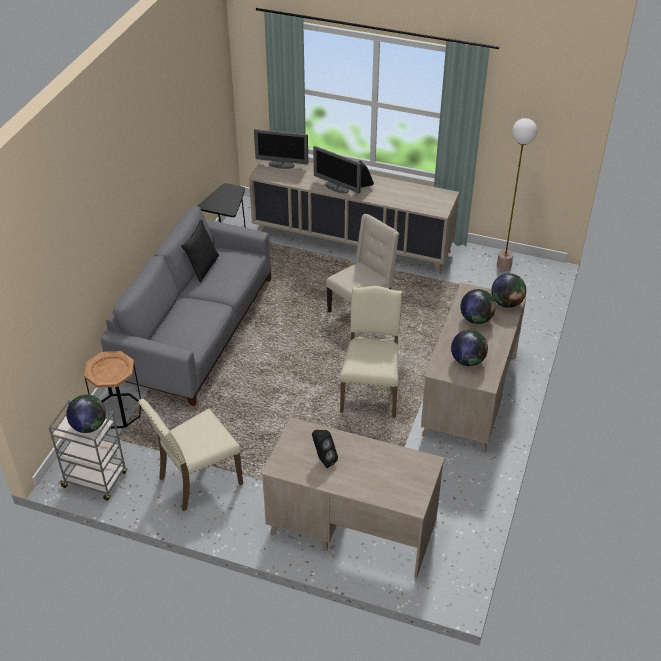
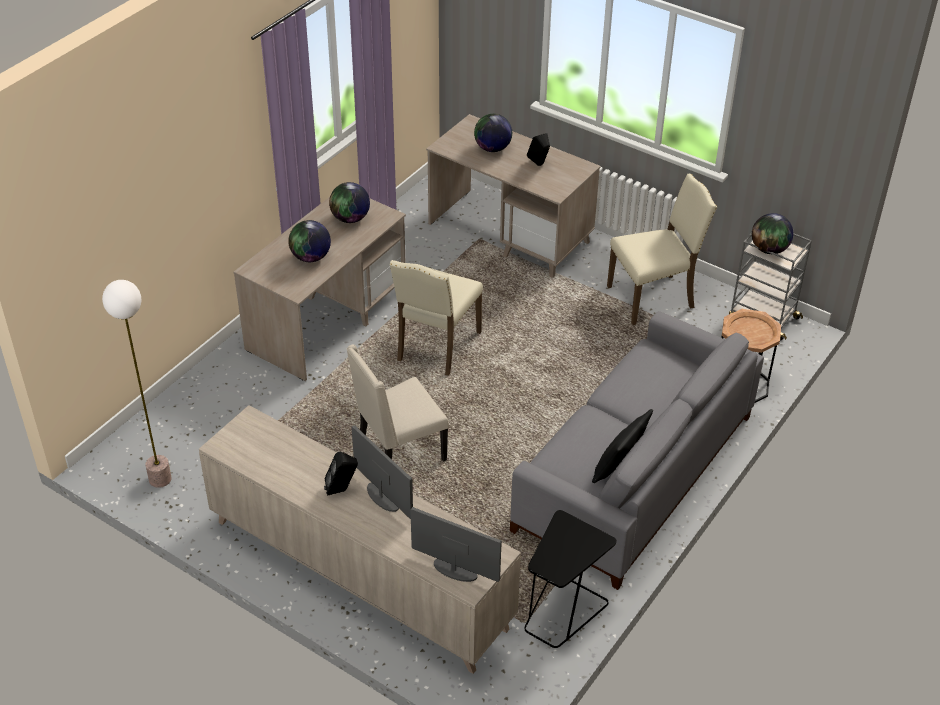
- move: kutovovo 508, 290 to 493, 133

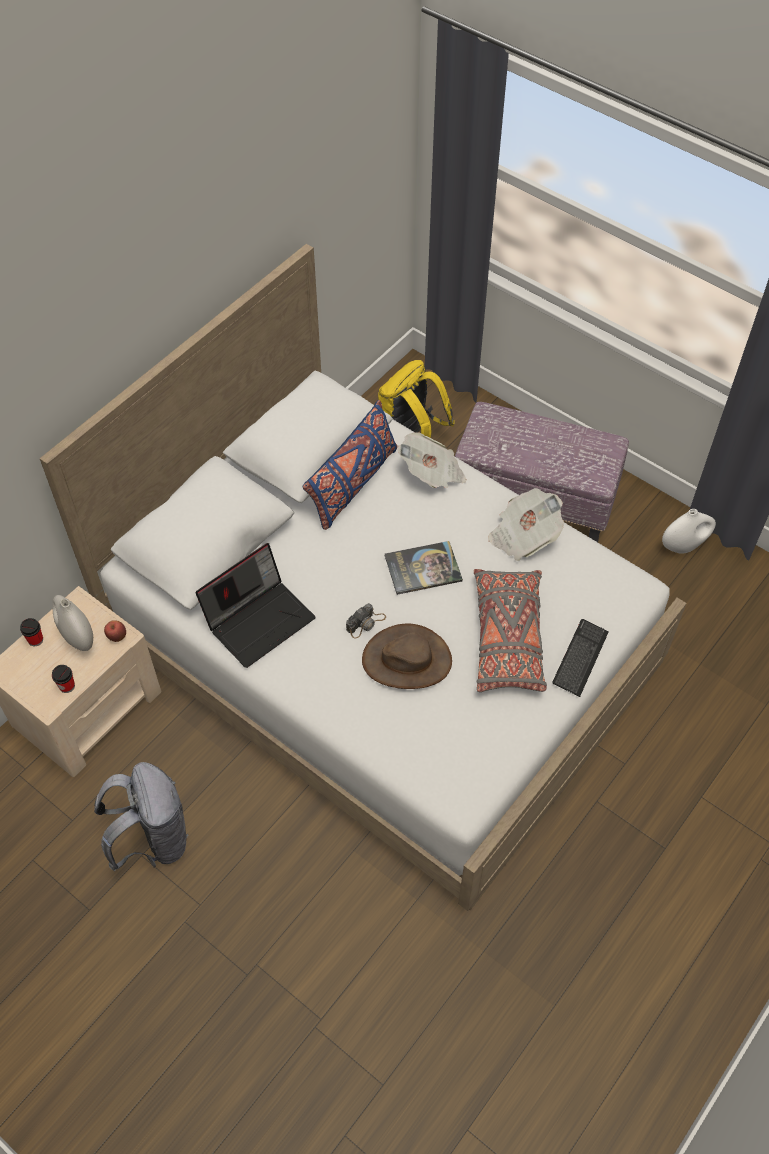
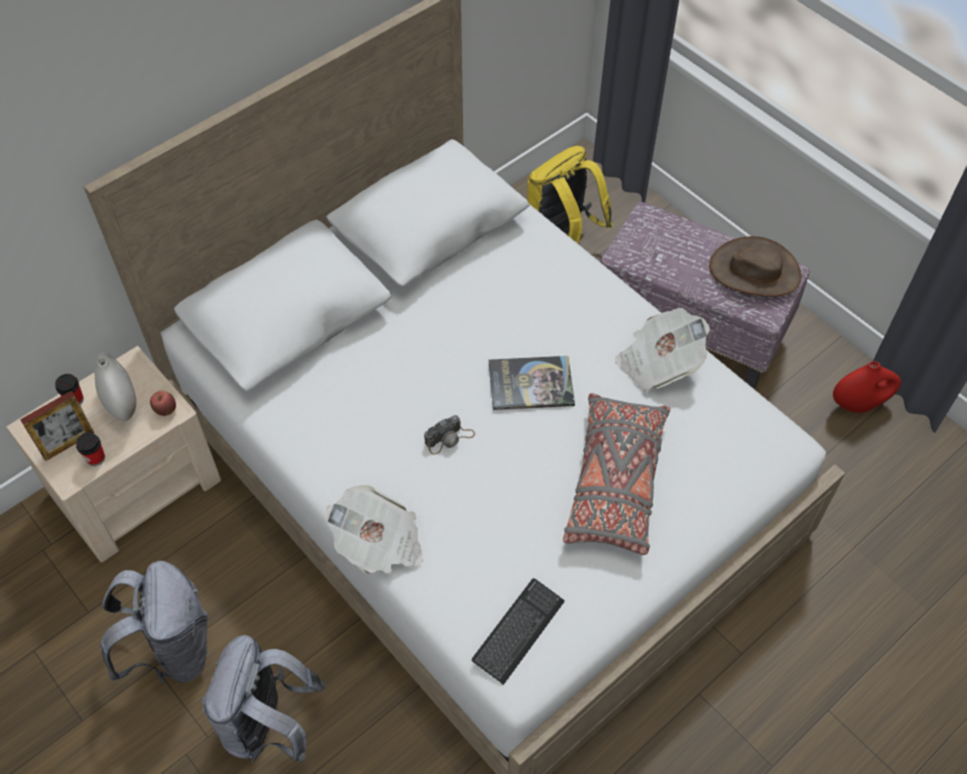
- delete: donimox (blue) 350, 465
- move: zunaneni 432, 460 to 374, 529
- recolor: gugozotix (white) 689, 531 to gugozotix (red) 867, 387
- delete: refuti 256, 605
- move: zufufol 580, 658 to 518, 631
- move: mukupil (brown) 407, 656 to 755, 266
- insert: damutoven 57, 426
- insert: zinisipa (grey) 264, 699

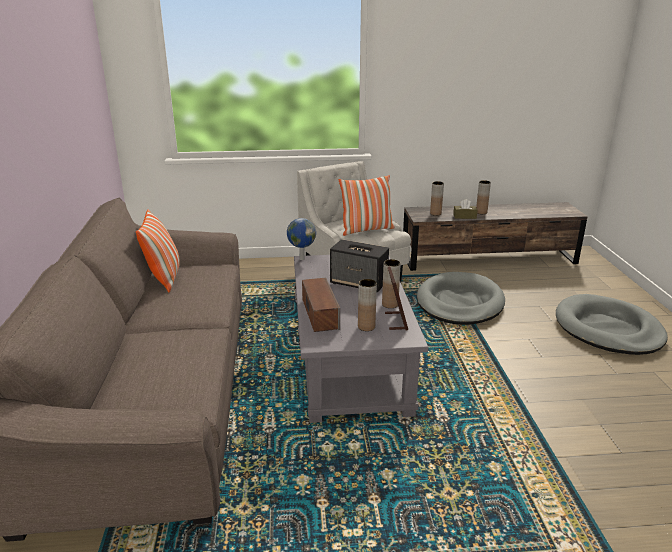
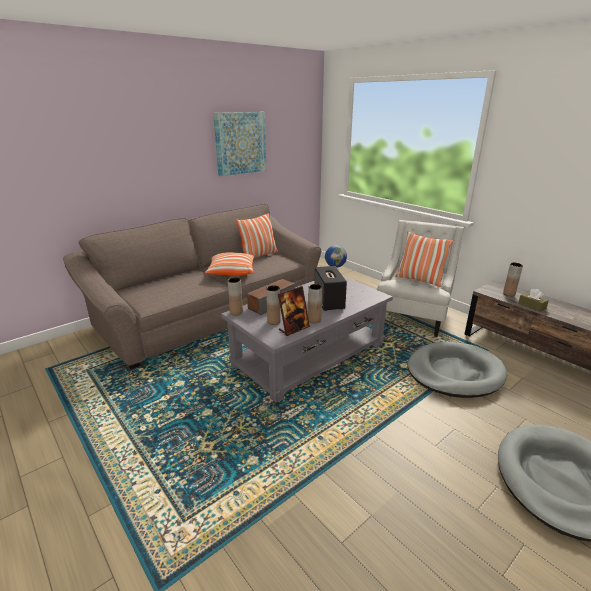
- move: gugozotix (brown) 483, 197 to 235, 296
- insert: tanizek 239, 144
- insert: donimox 229, 264

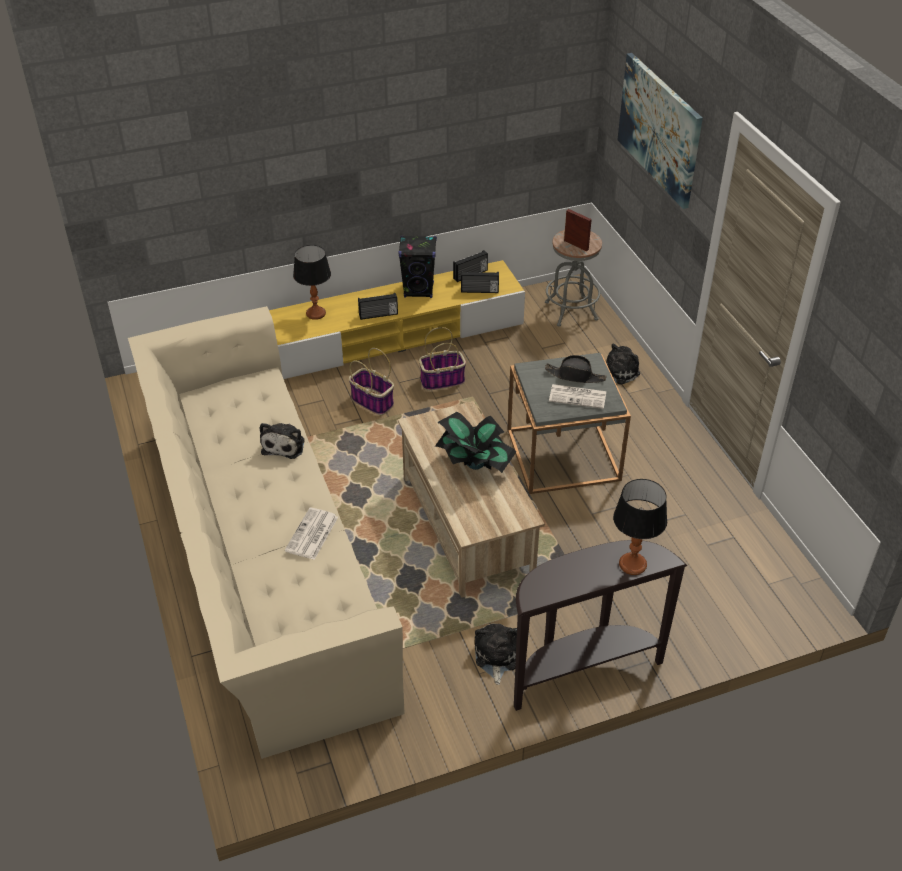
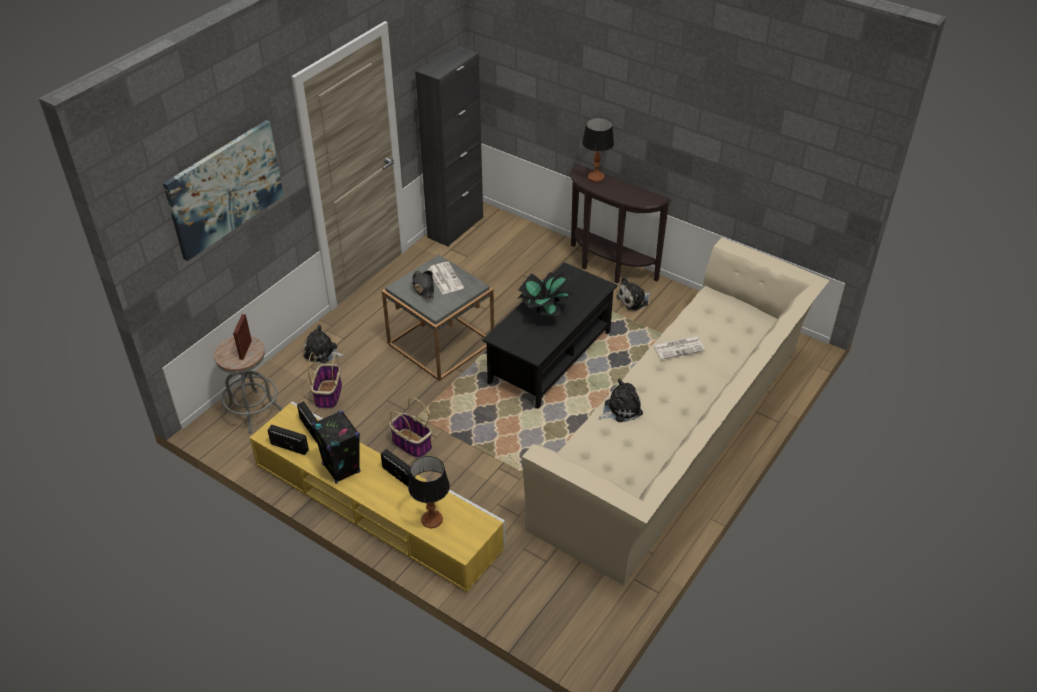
- move: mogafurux 371, 381 to 325, 381
- recolor: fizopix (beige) 471, 499 to fizopix (black) 549, 335
- insert: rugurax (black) 449, 146

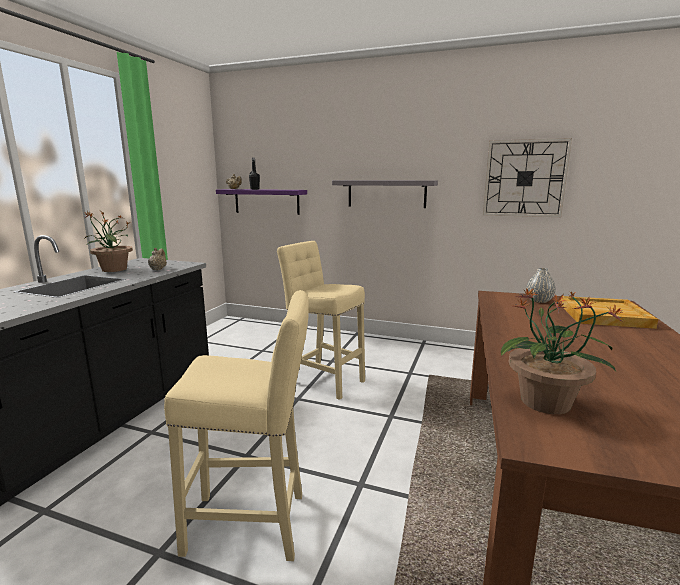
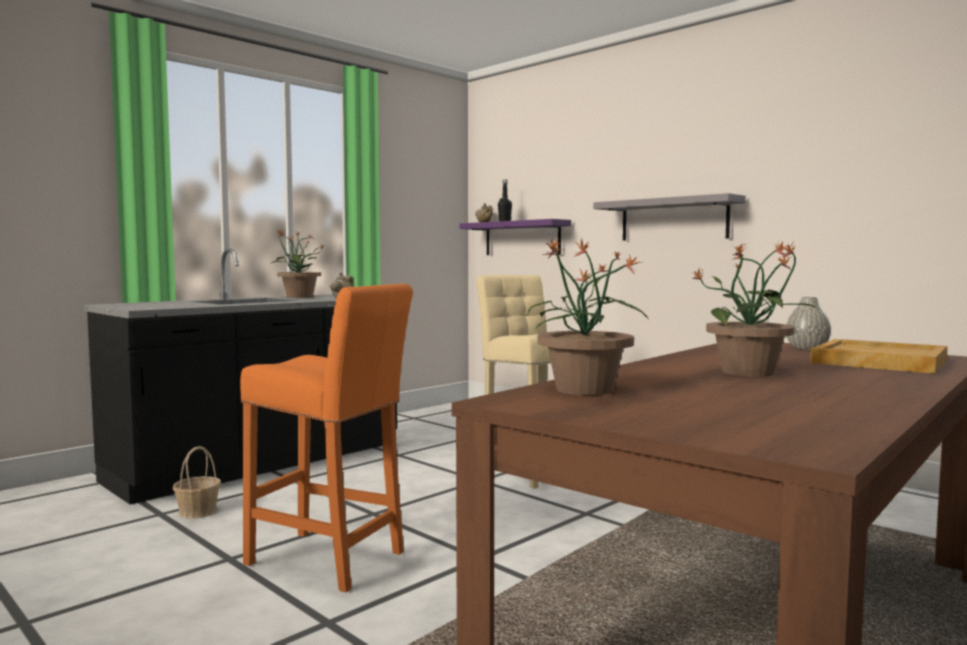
- delete: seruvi 527, 177
- recolor: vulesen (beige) 236, 425 to vulesen (orange) 326, 438
- insert: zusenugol 755, 309
- insert: mogafurux 196, 482

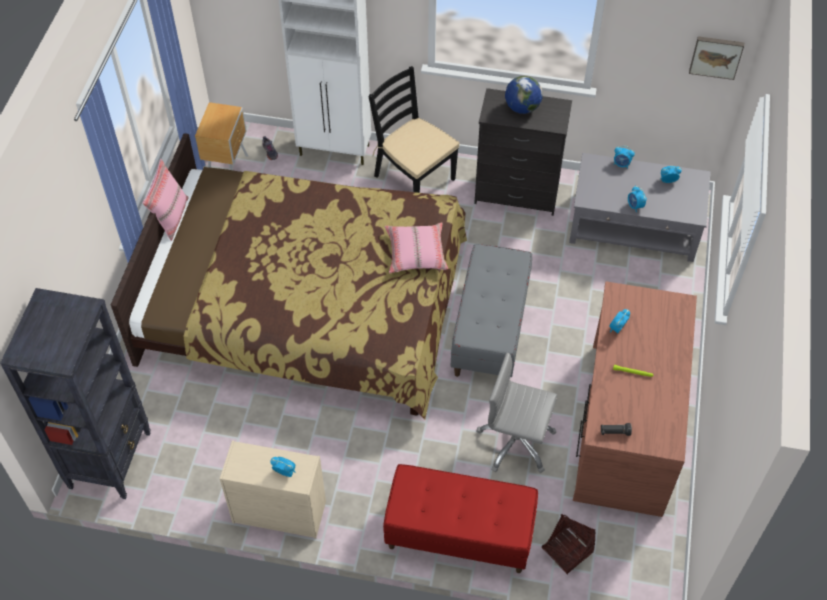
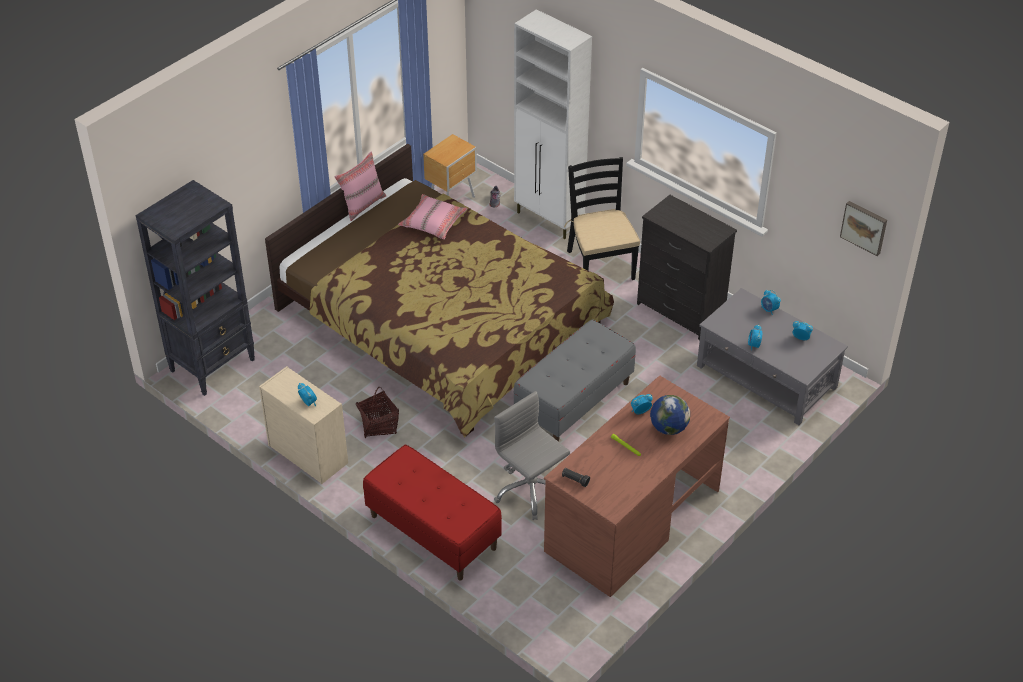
- move: kutovovo 524, 95 to 670, 415
- move: donimox (pink) 416, 247 to 433, 216
- move: mogafurux 568, 544 to 377, 413

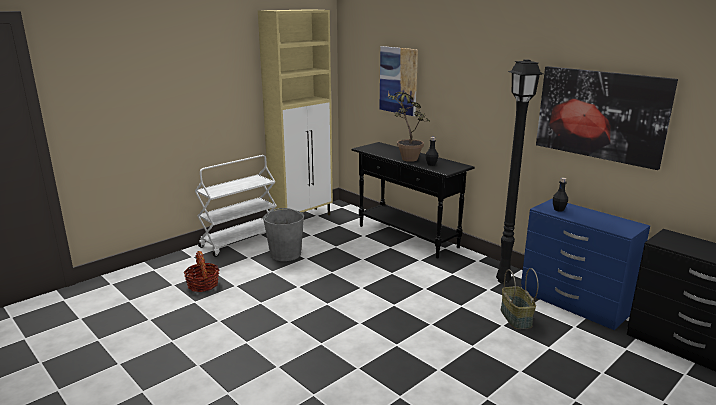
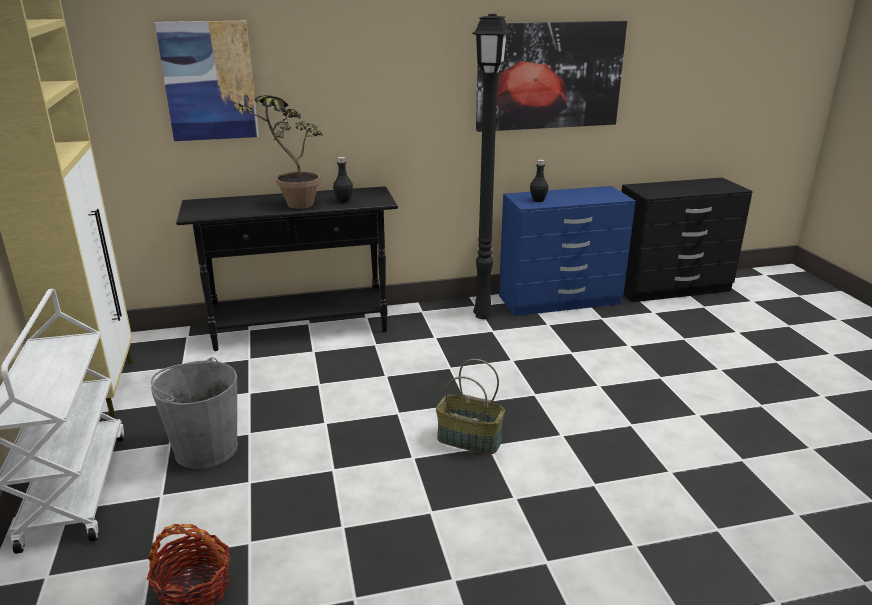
- move: mogafurux 519, 298 to 470, 406

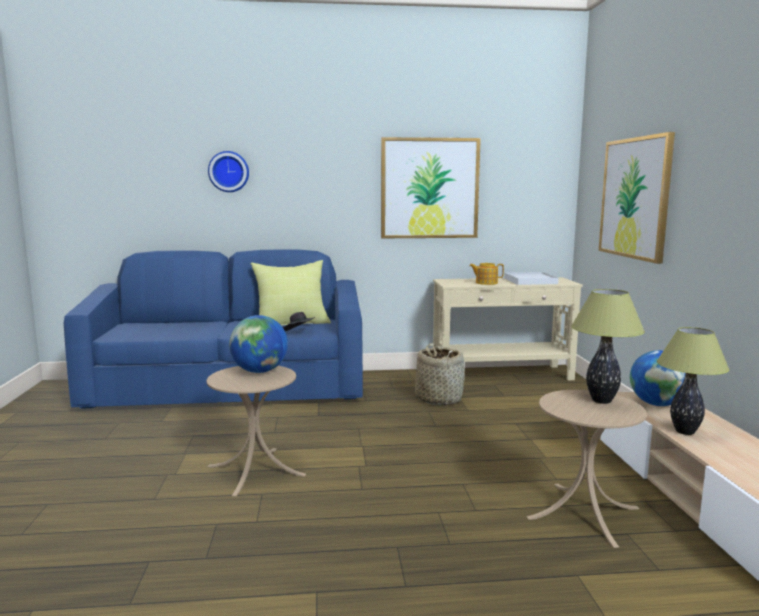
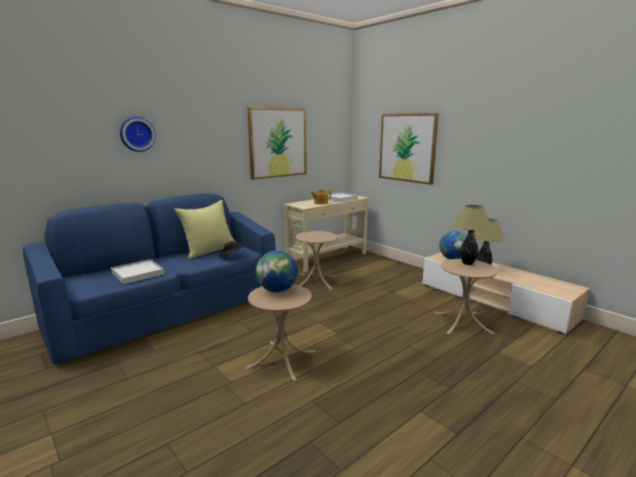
- replace: mogafurux 440, 374 to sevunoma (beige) 316, 260
- insert: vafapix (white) 138, 271

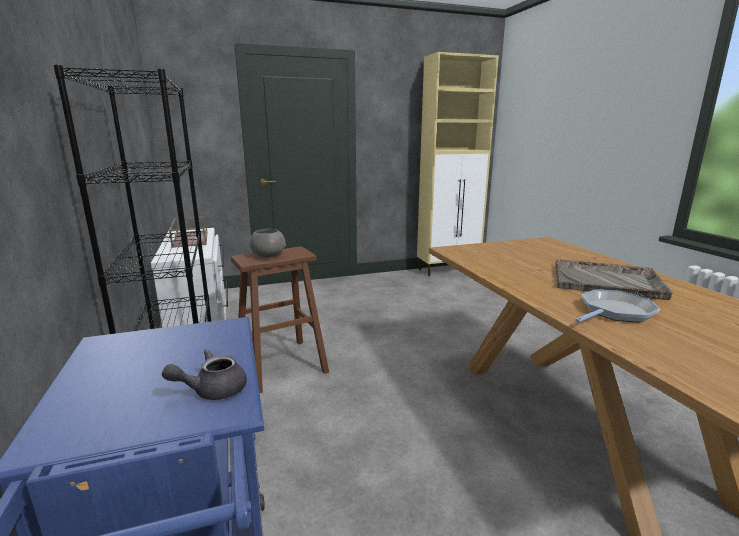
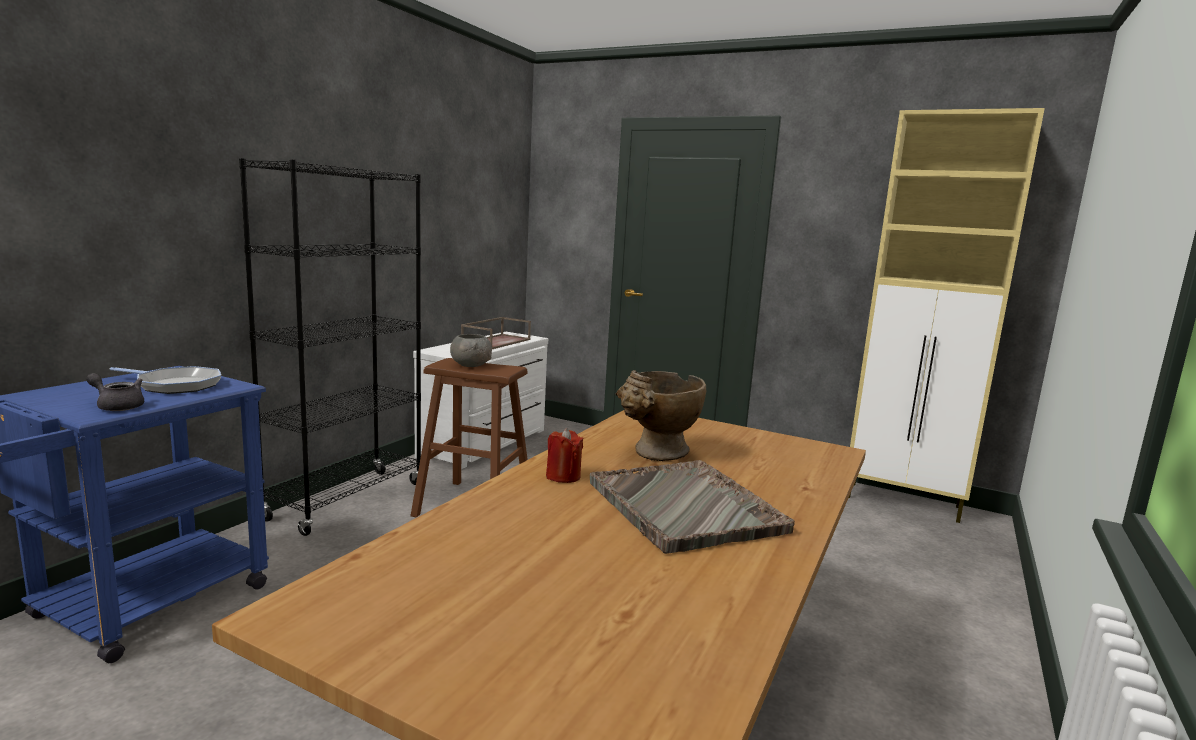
- move: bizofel 617, 305 to 165, 380
- insert: gugozotix (beige) 661, 415
- insert: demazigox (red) 564, 455

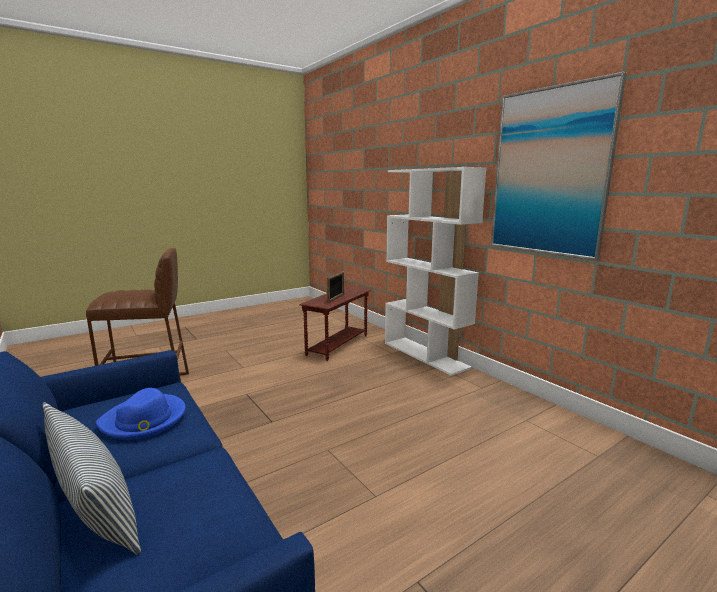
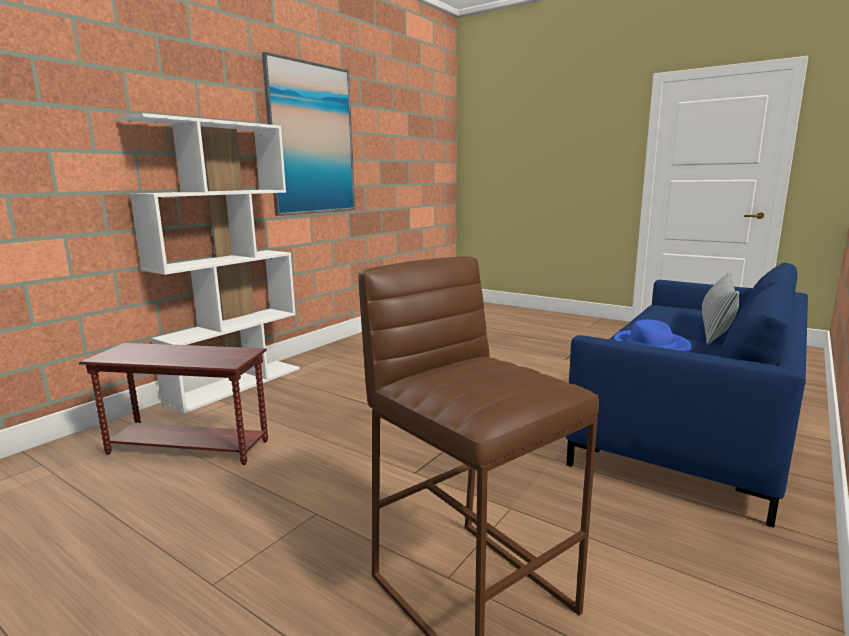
- delete: damutoven 335, 287

